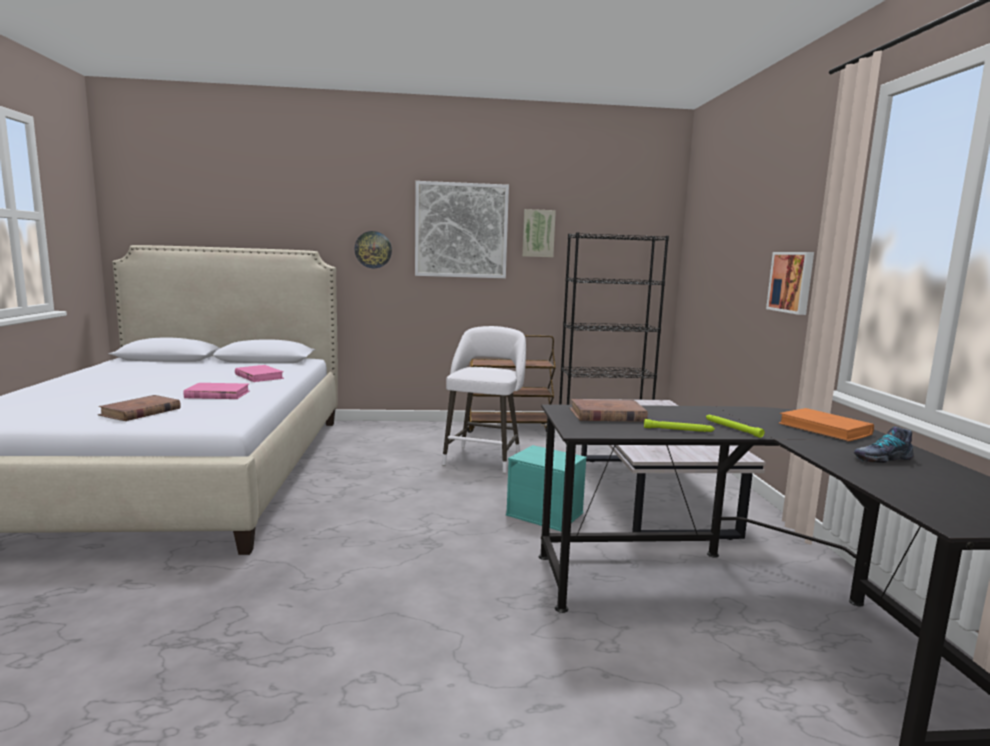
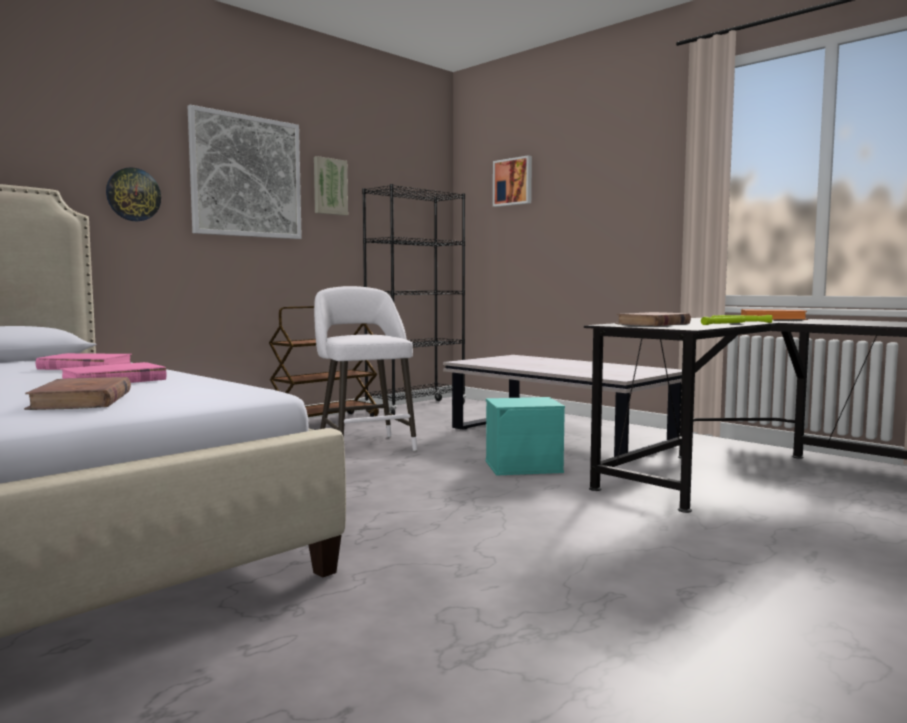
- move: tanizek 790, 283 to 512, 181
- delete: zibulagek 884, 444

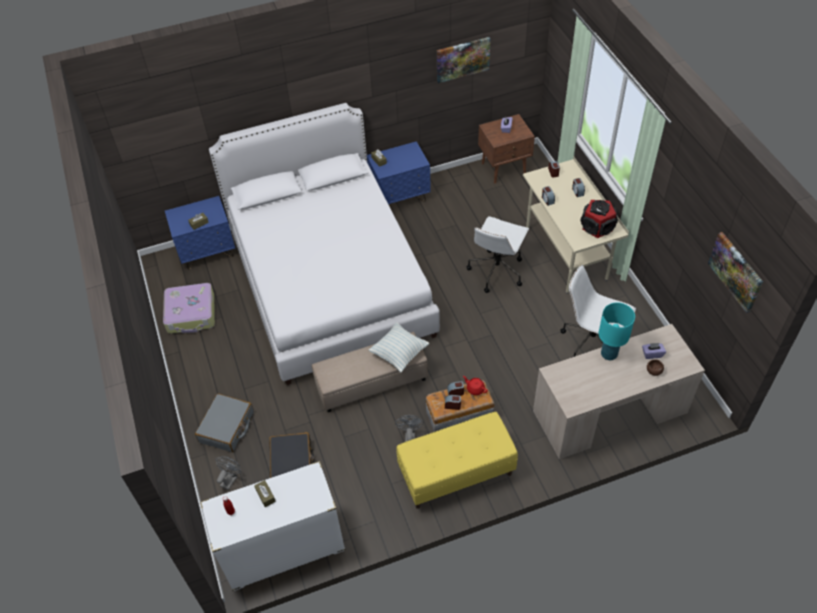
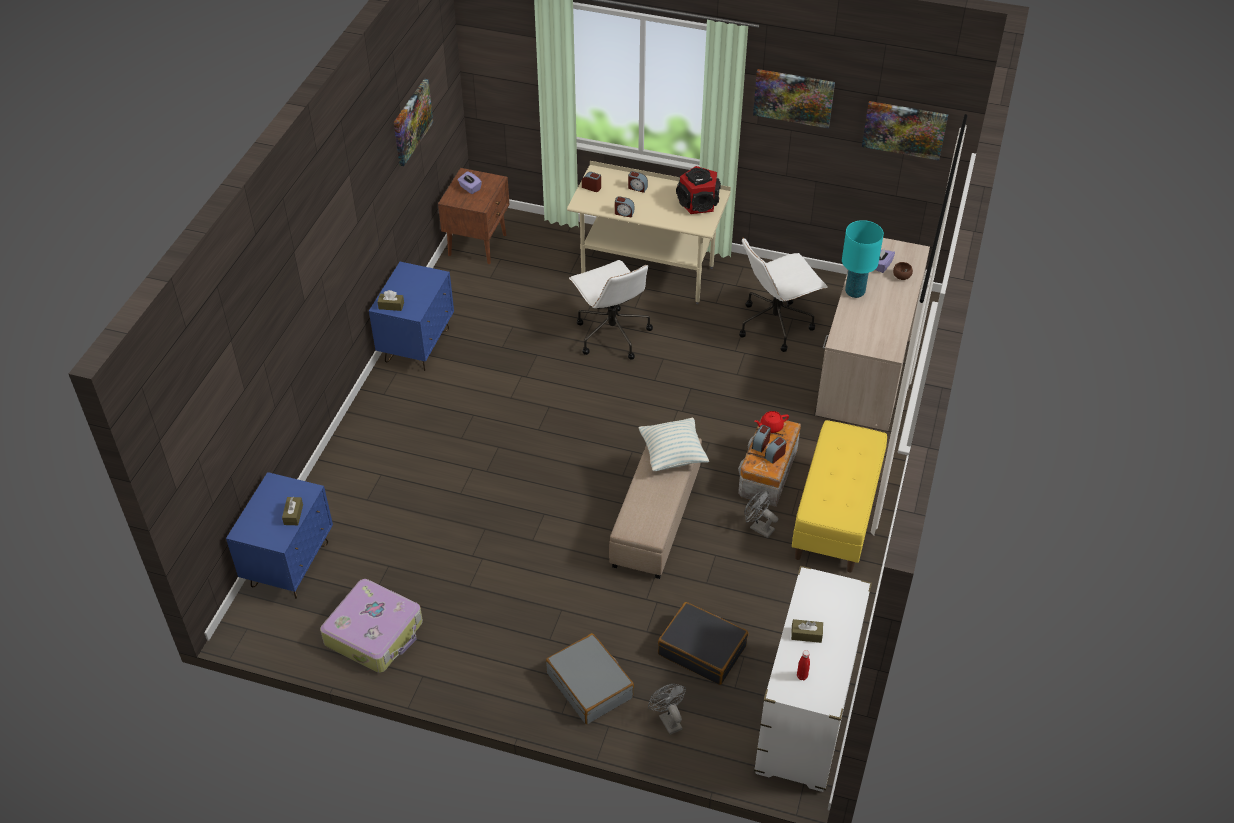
- delete: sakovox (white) 324, 244
- insert: tanizek 794, 99

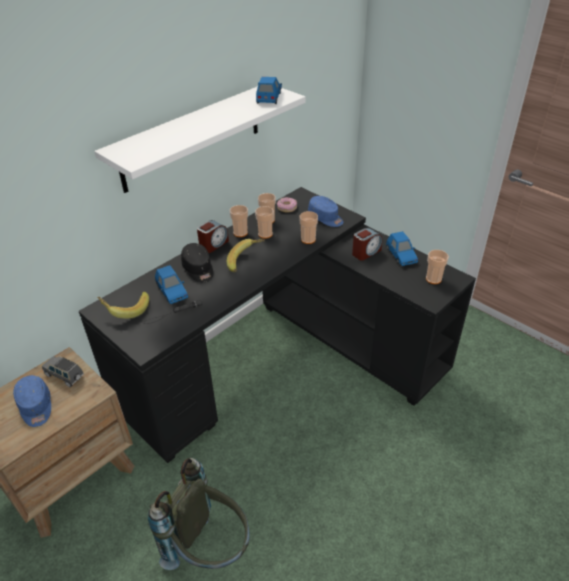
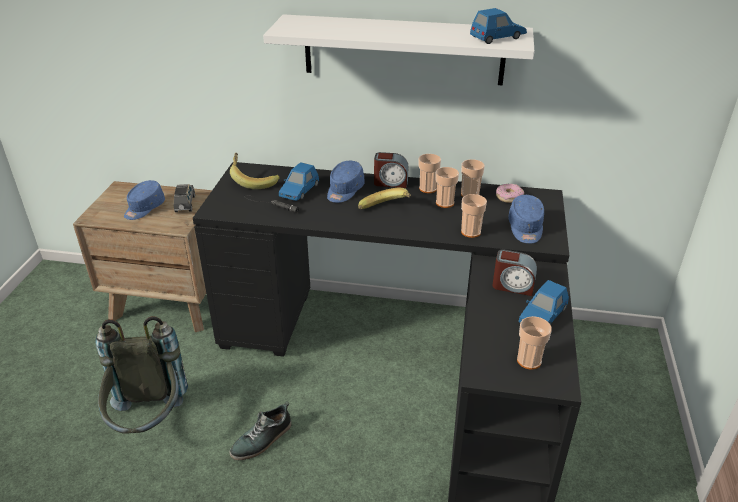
- recolor: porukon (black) 197, 262 to porukon (blue) 346, 182
- insert: zibulagek 260, 430

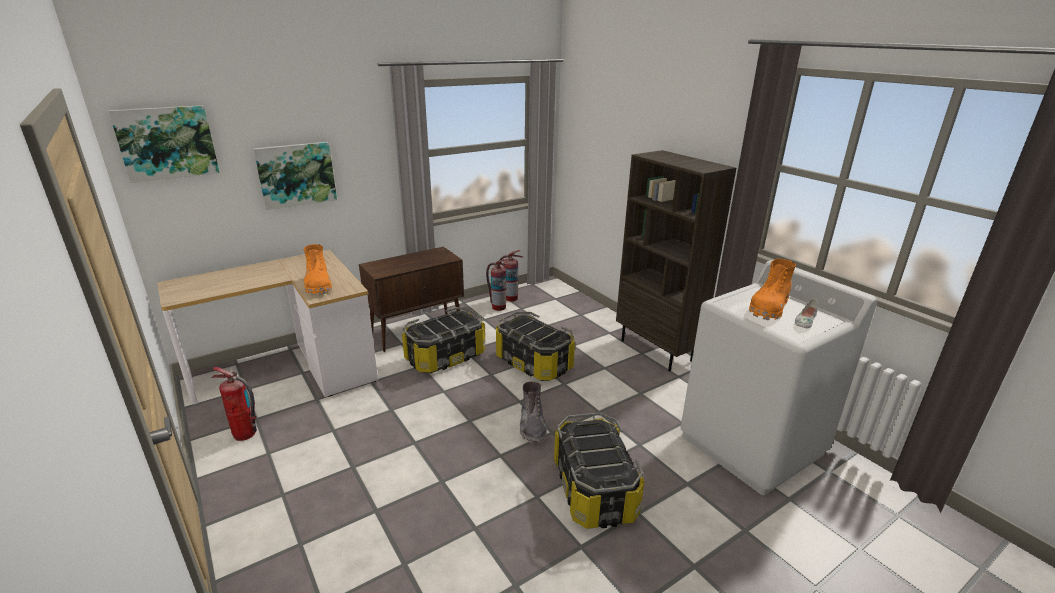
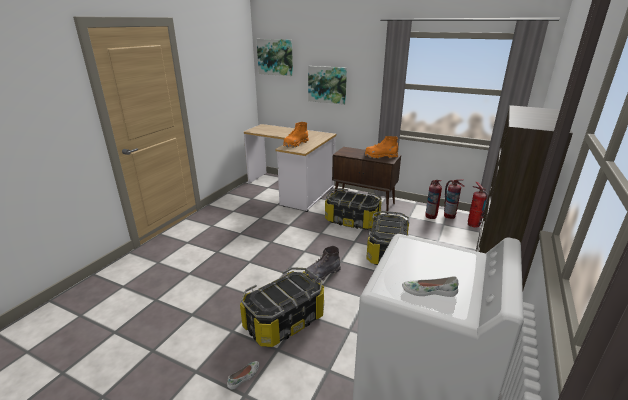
- move: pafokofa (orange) 772, 289 to 381, 147
- move: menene 234, 404 to 478, 204
- insert: zibulagek (white) 243, 375

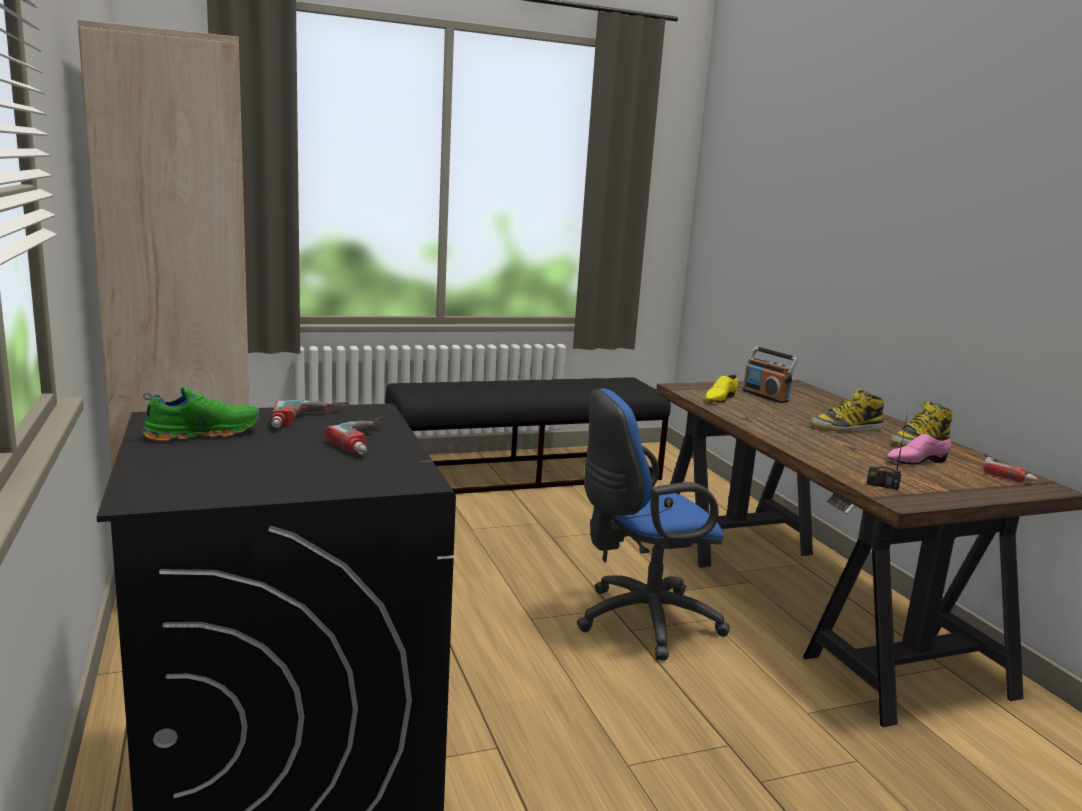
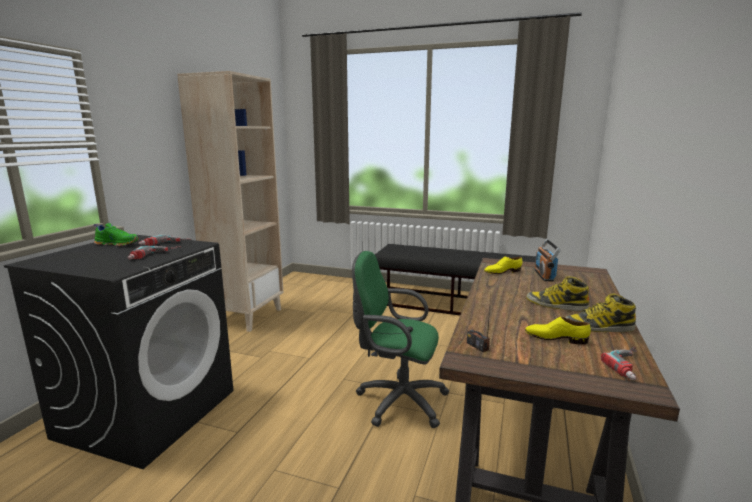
- recolor: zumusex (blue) 653, 524 to zumusex (green) 400, 339
- recolor: zibulagek (pink) 918, 449 to zibulagek (yellow) 558, 331

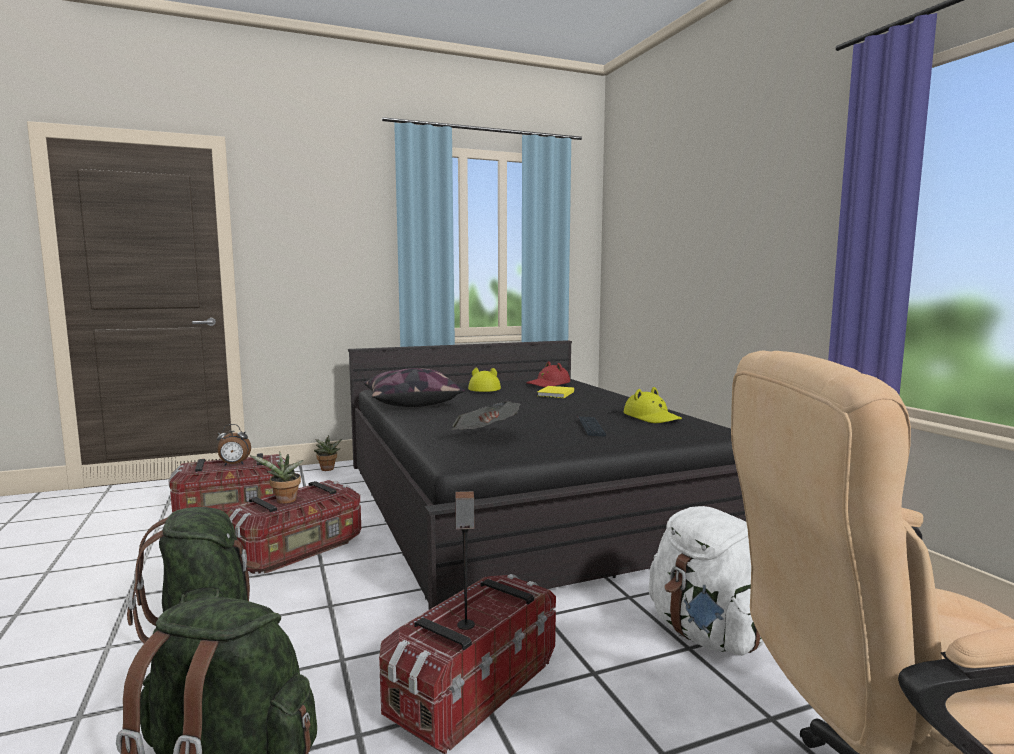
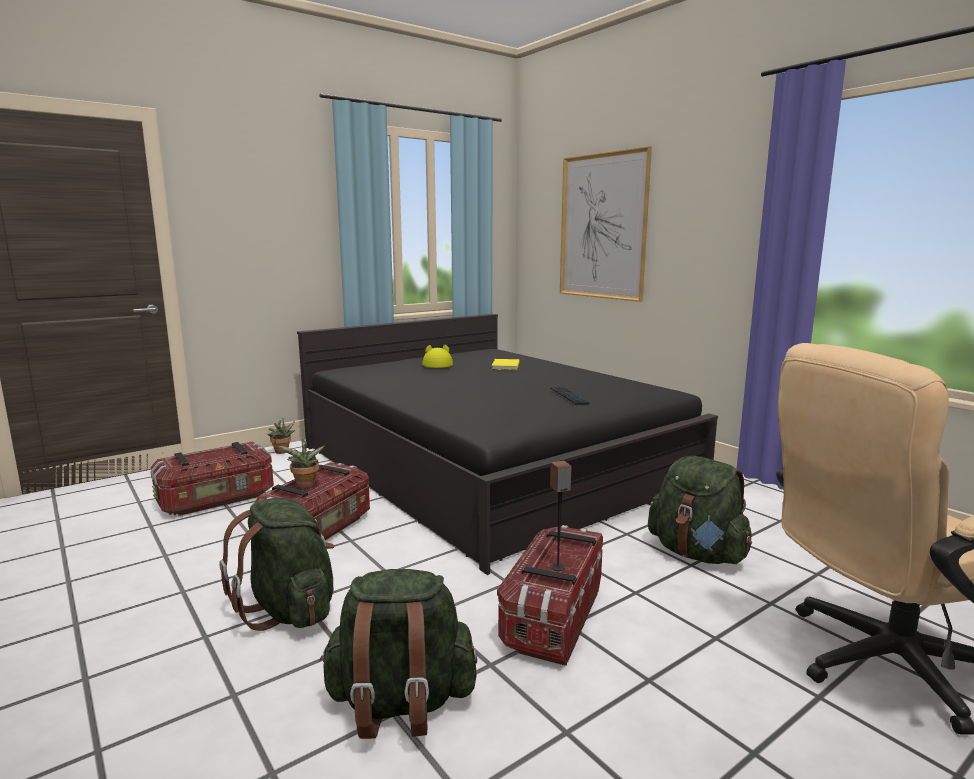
- delete: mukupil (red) 548, 374
- delete: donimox 414, 387
- delete: mukupil (yellow) 653, 405
- delete: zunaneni 486, 415
- delete: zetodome 234, 445
- recolor: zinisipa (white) 706, 581 to zinisipa (green) 700, 510
- insert: tanizek 606, 224

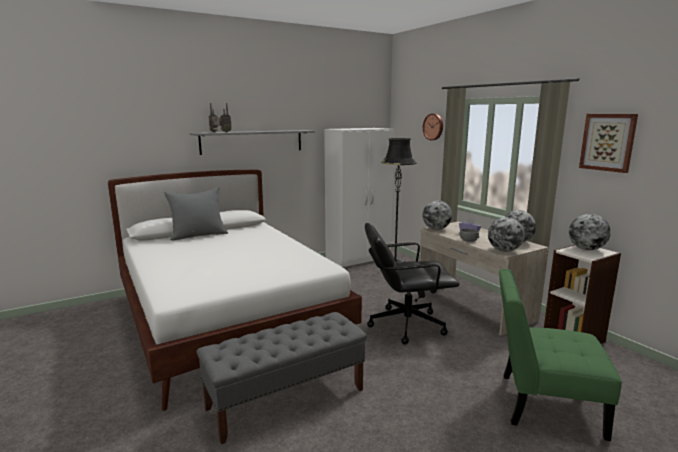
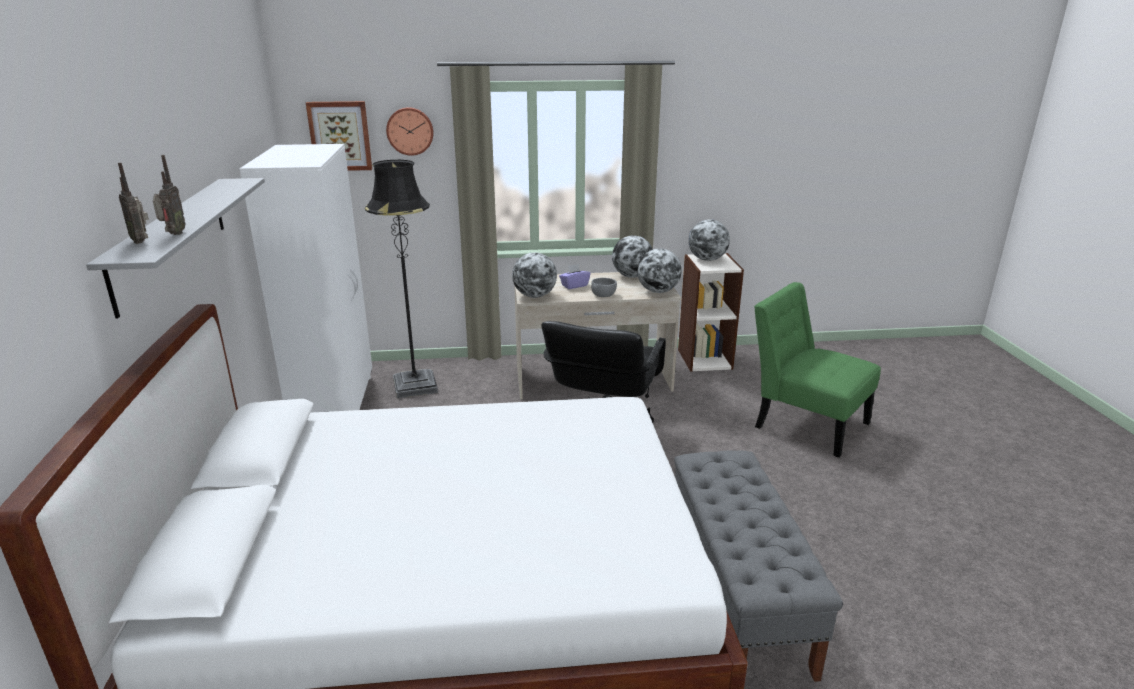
- move: tanizek 608, 143 to 339, 136
- delete: donimox (grey) 196, 214
- rotate: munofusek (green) 560, 355 = 817, 370 90 degrees clockwise

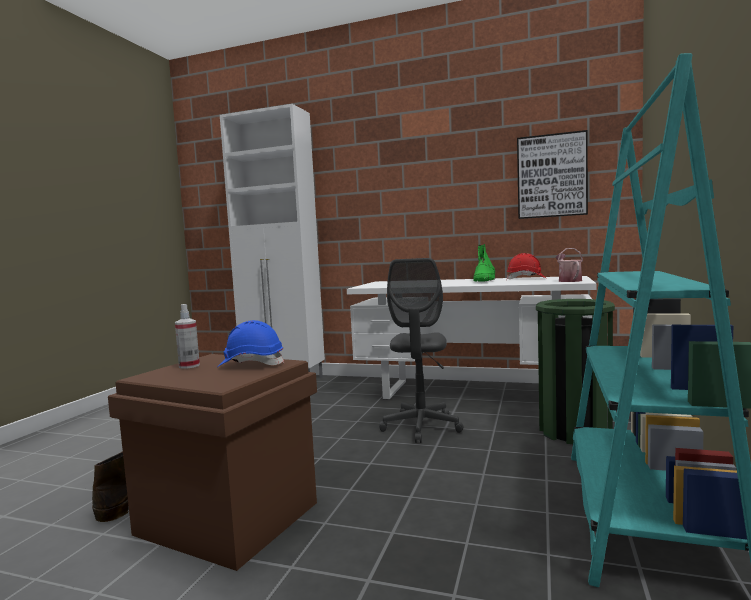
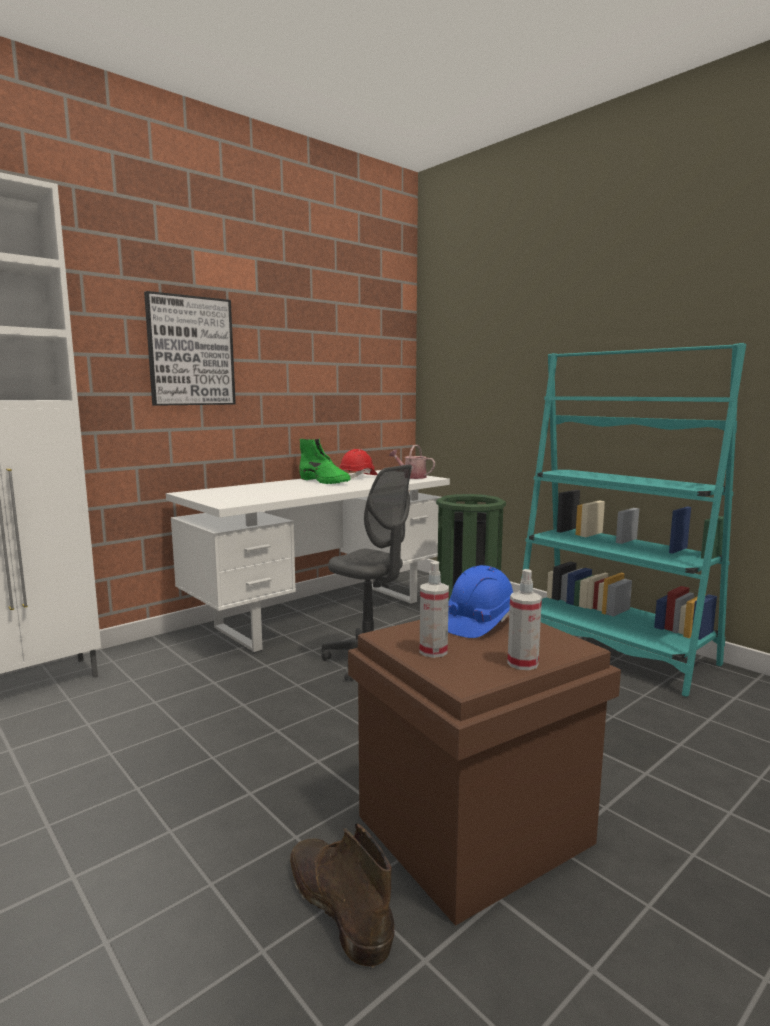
- move: tanizek 552, 174 to 190, 348
- insert: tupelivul 524, 619

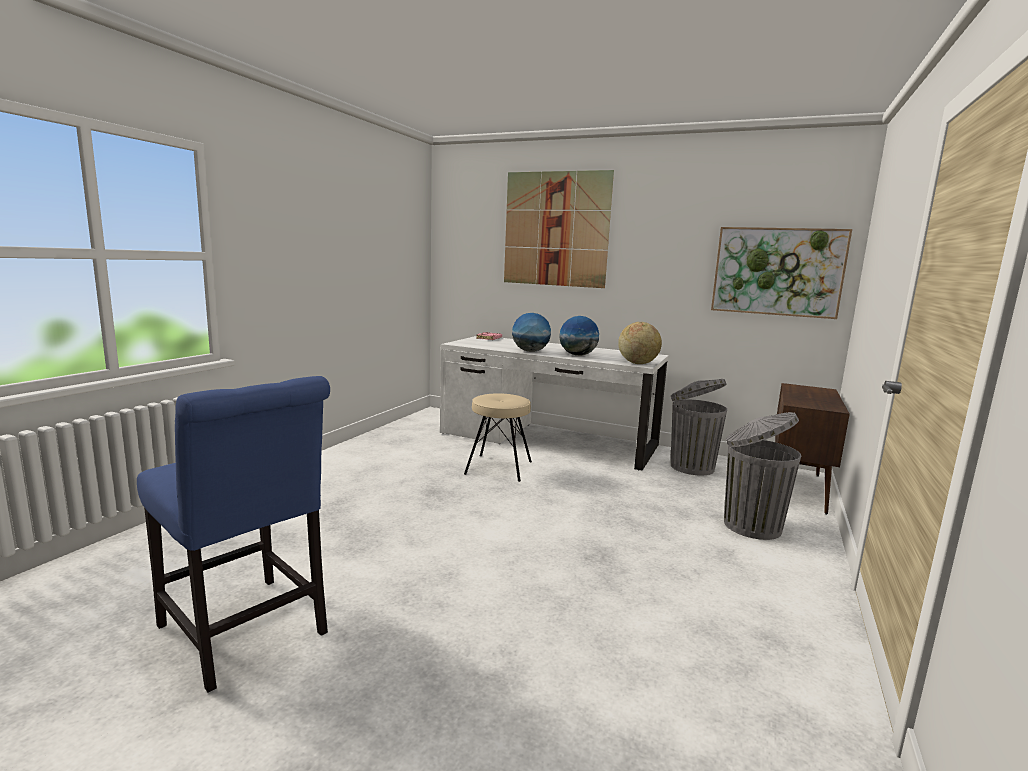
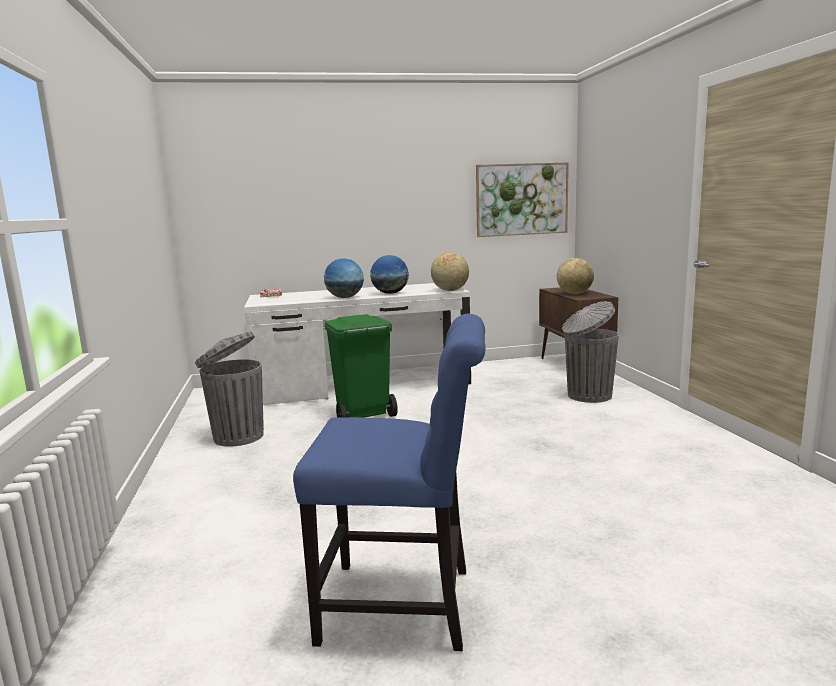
- delete: tanizek 559, 229
- move: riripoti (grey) 699, 427 to 229, 389
- replace: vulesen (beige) 498, 437 to riripoti (green) 361, 366
- insert: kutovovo 575, 276

